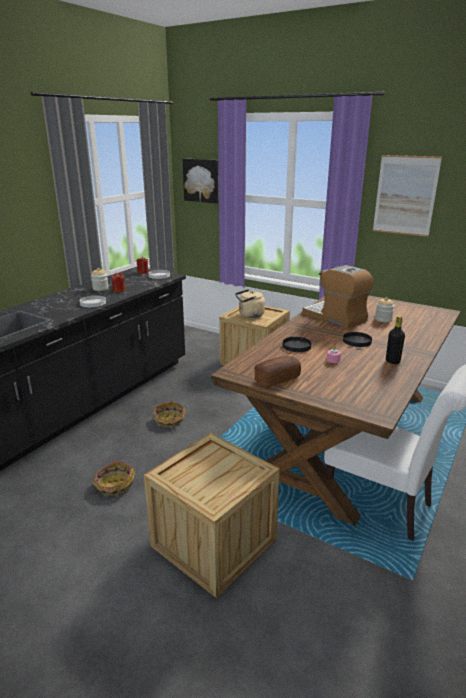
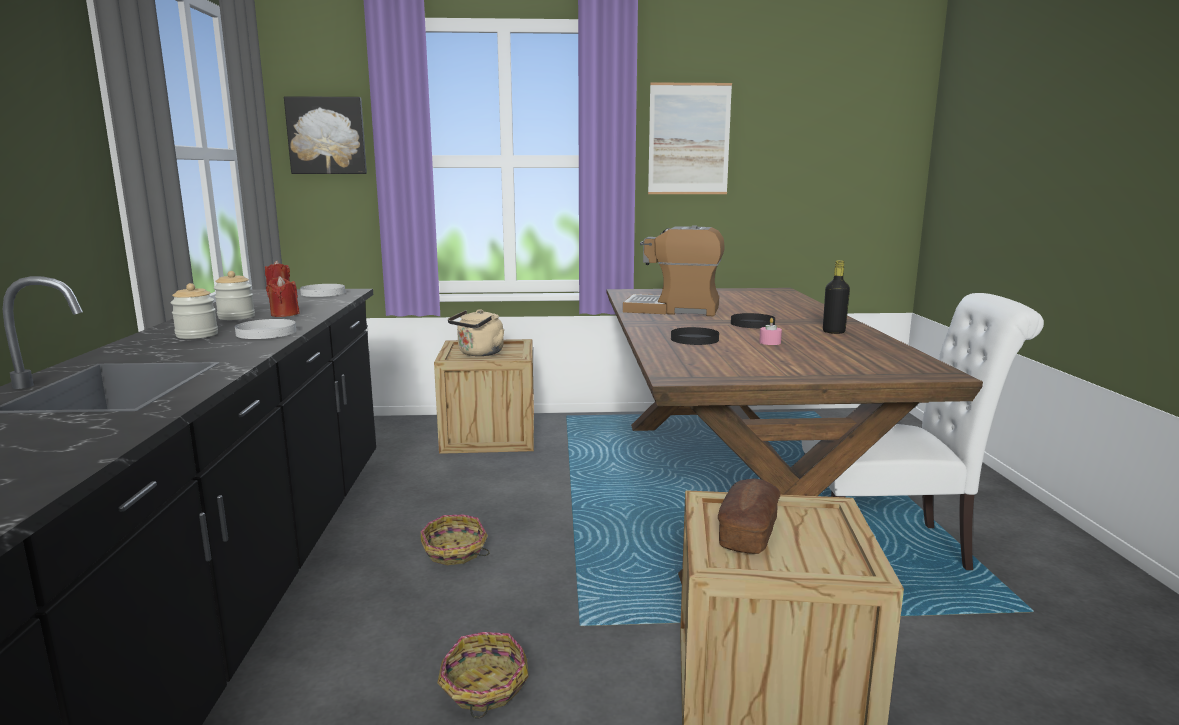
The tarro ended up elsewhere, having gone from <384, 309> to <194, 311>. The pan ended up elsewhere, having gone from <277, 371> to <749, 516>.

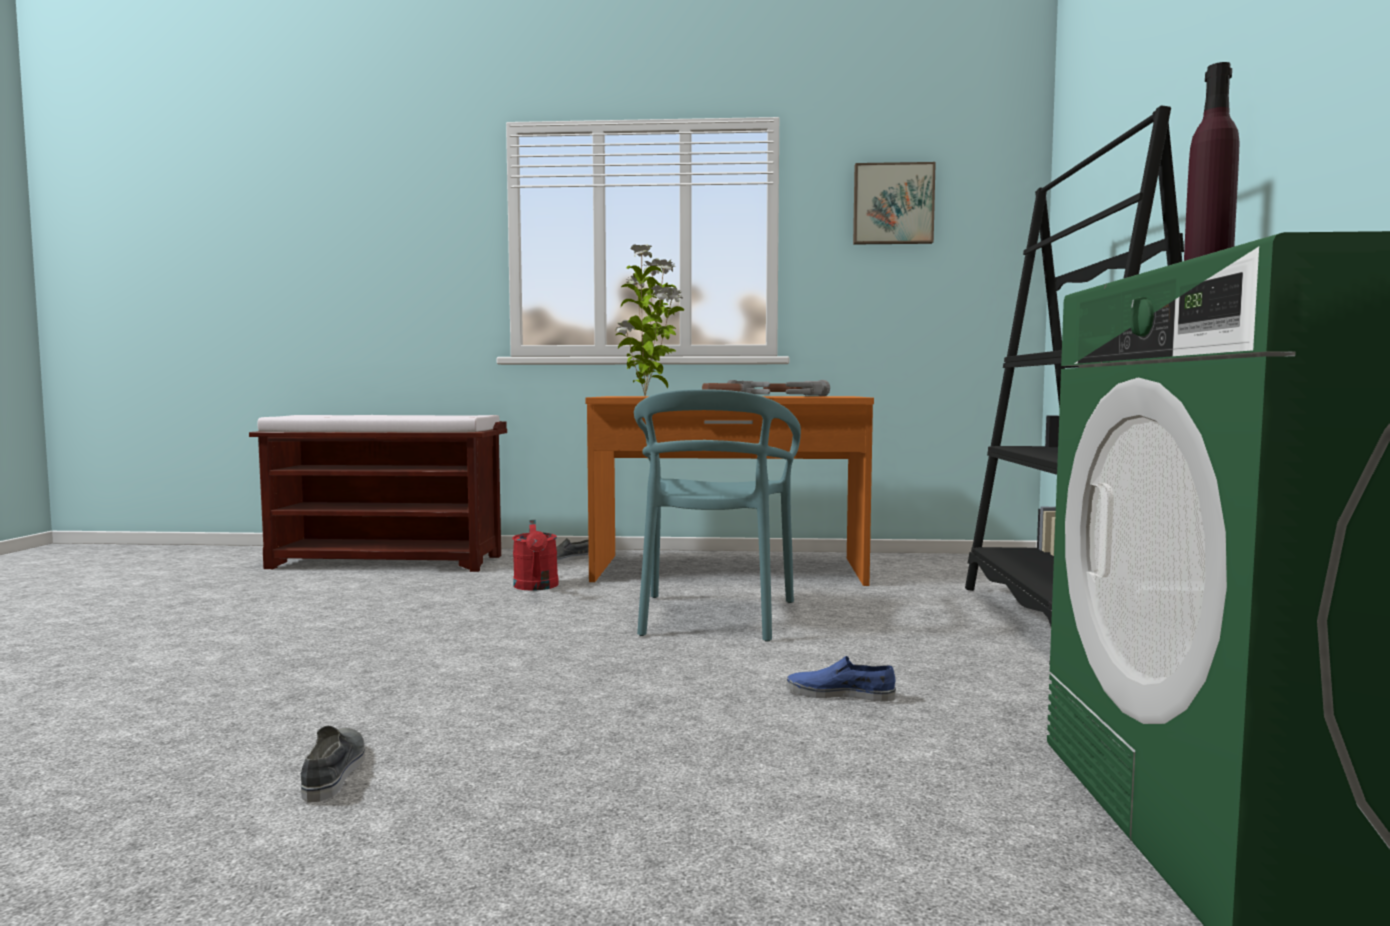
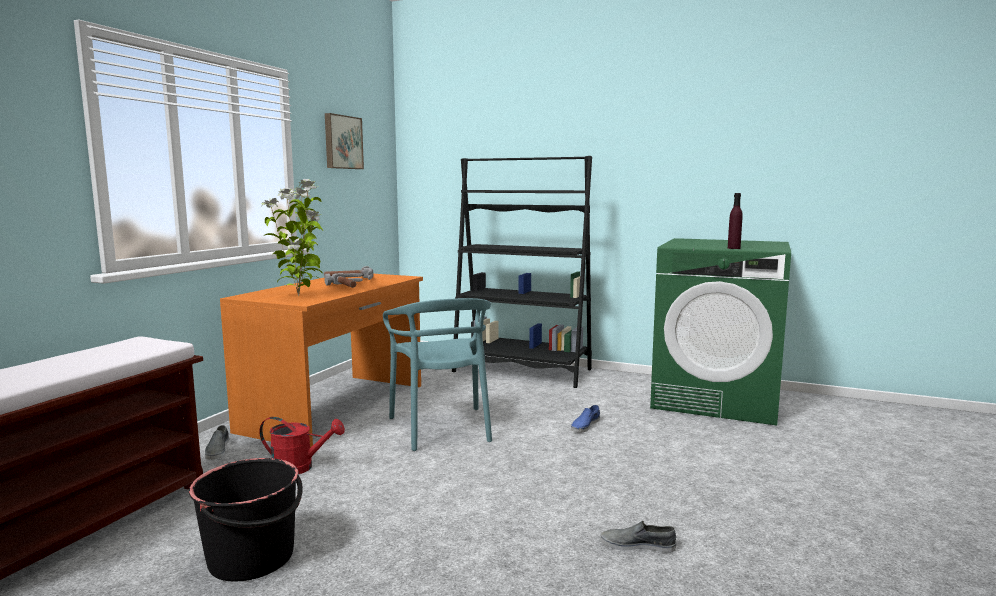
The second view gained the cubo [negro] at <246, 519>. The silla [turquesa] at <717, 515> ended up facing another way, 45 degrees clockwise from before.

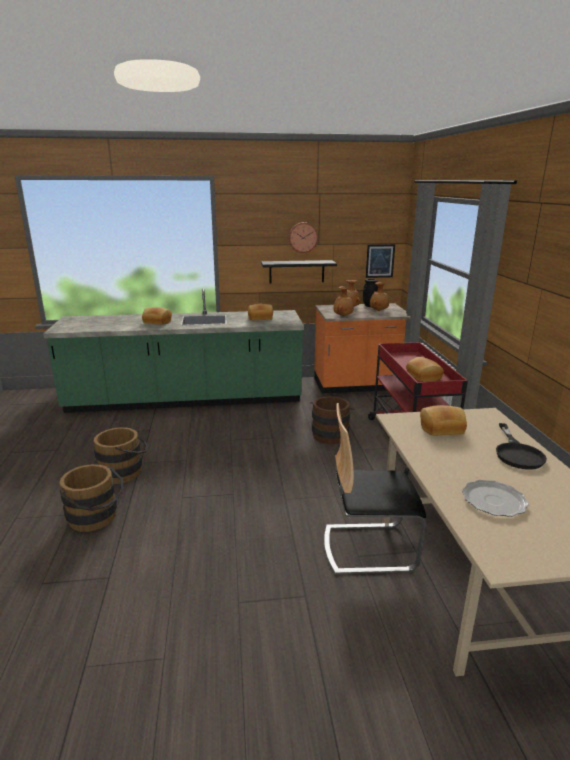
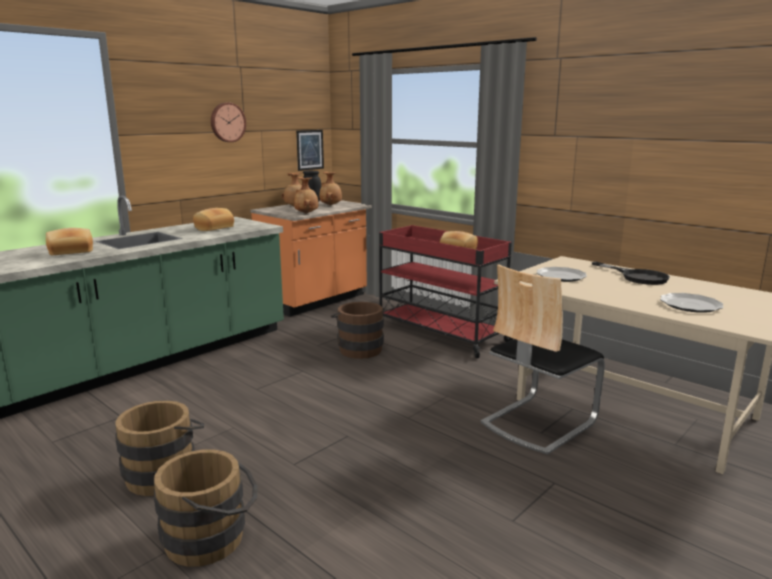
Where the pan stood at <443, 420>, the plato came to stand at <562, 274>. The second view lost the estante [negro] at <299, 271>.

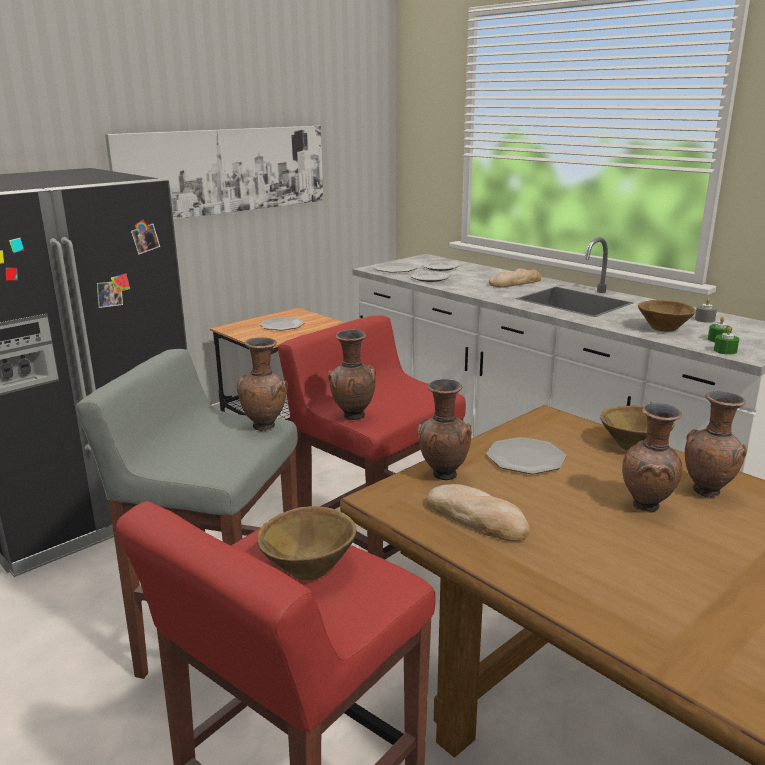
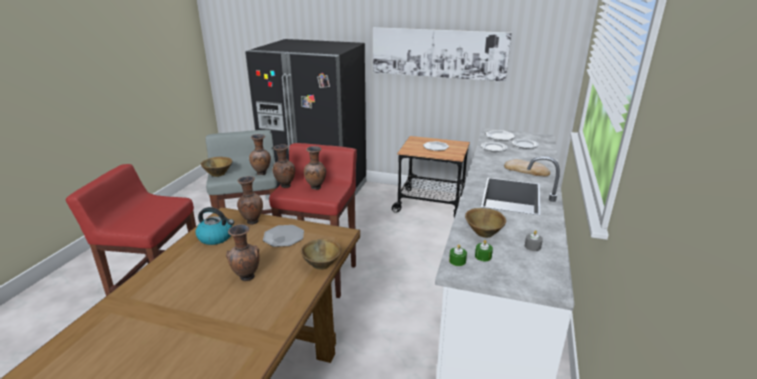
Where the pan stood at <478, 513>, the hervidor came to stand at <215, 226>. The cuenco [marrón] ended up elsewhere, having gone from <307, 543> to <216, 167>. The florero [marrón] ended up elsewhere, having gone from <716, 444> to <315, 168>.

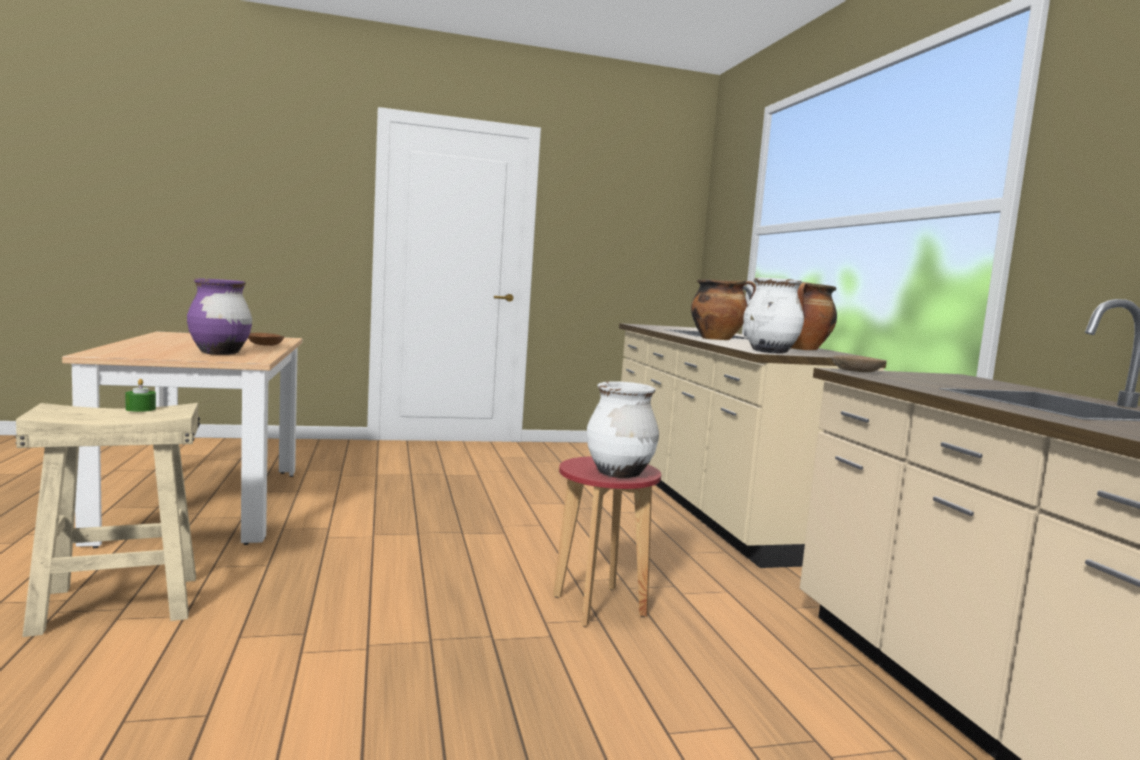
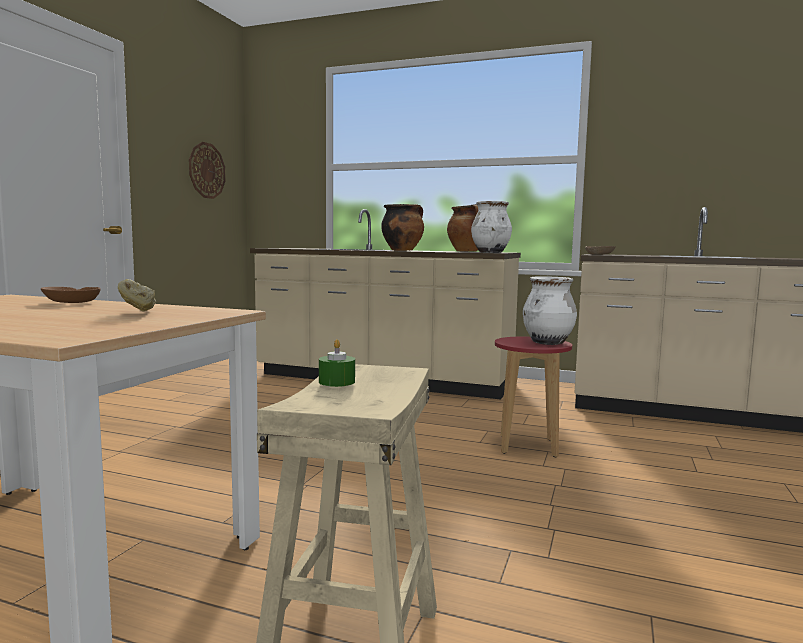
Where the florero [morado] stood at <219, 316>, the pan came to stand at <137, 295>. The second view gained the reloj de pared at <207, 170>.

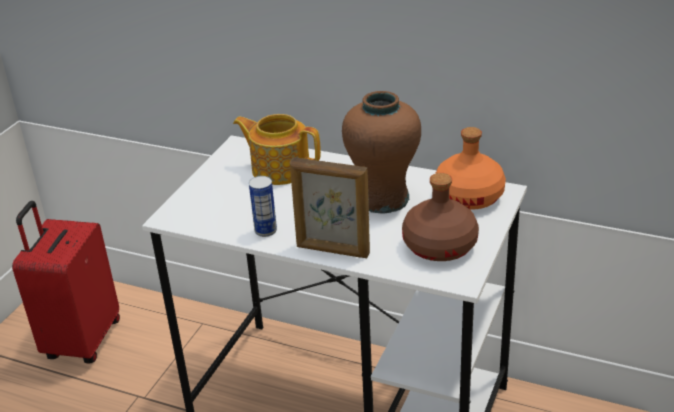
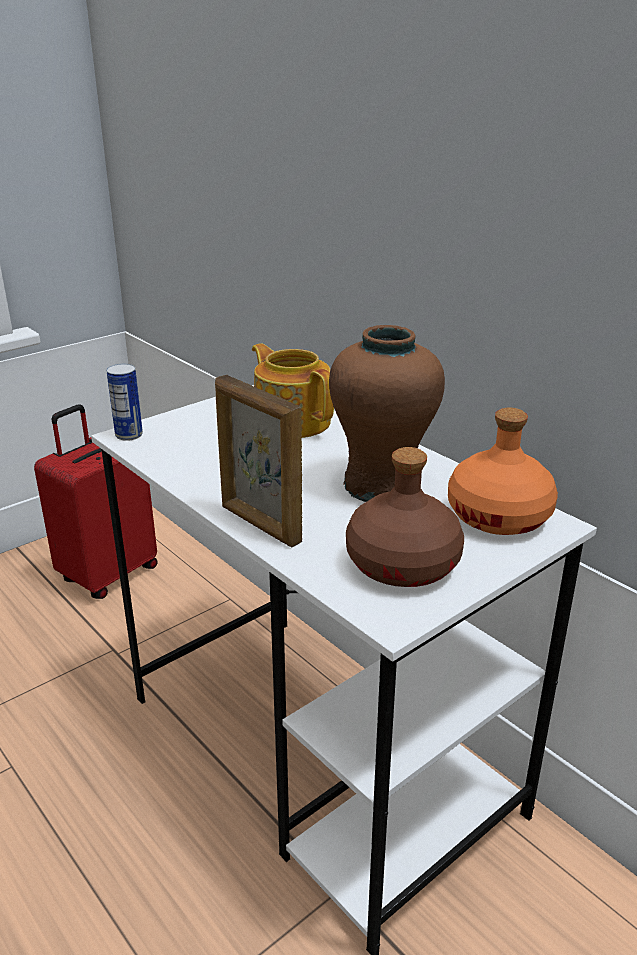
The lata ended up elsewhere, having gone from <263, 206> to <124, 402>.

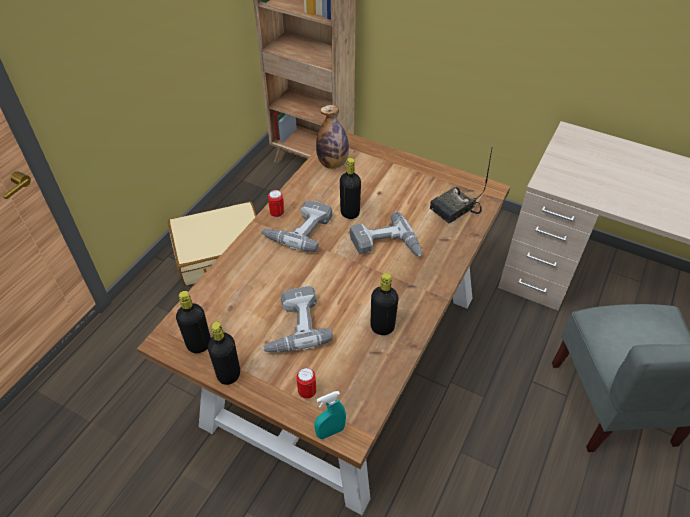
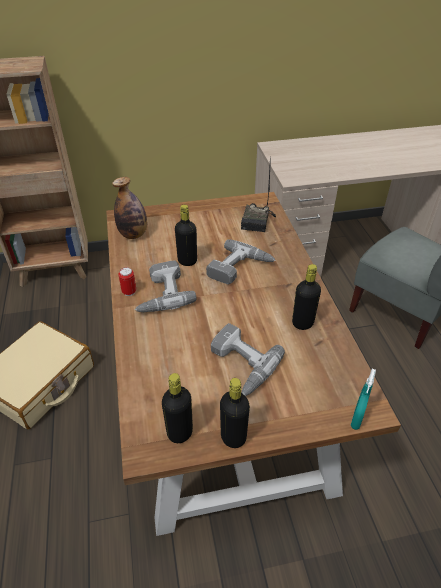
The second view lost the lata at <306, 383>.

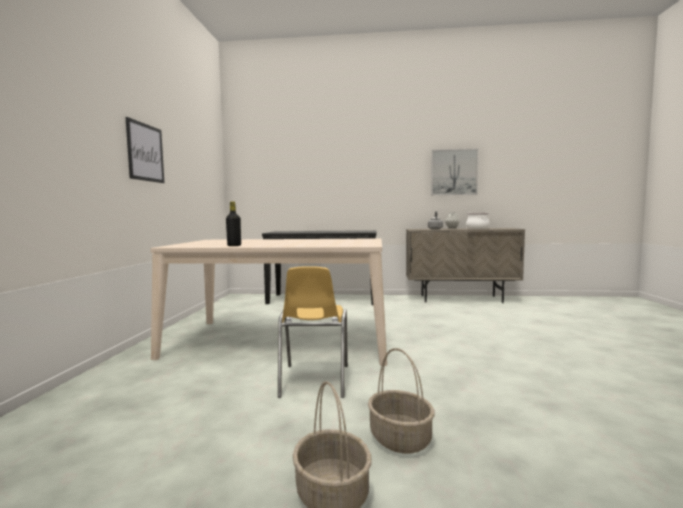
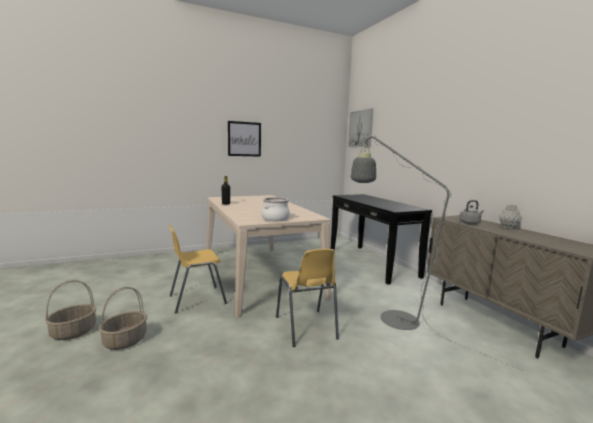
The olla ended up elsewhere, having gone from <478, 221> to <276, 209>. The second view gained the silla [amarillo] at <307, 298>. The cuadro ended up elsewhere, having gone from <454, 172> to <360, 128>. The second view gained the lámpara de pie [gris] at <437, 252>.

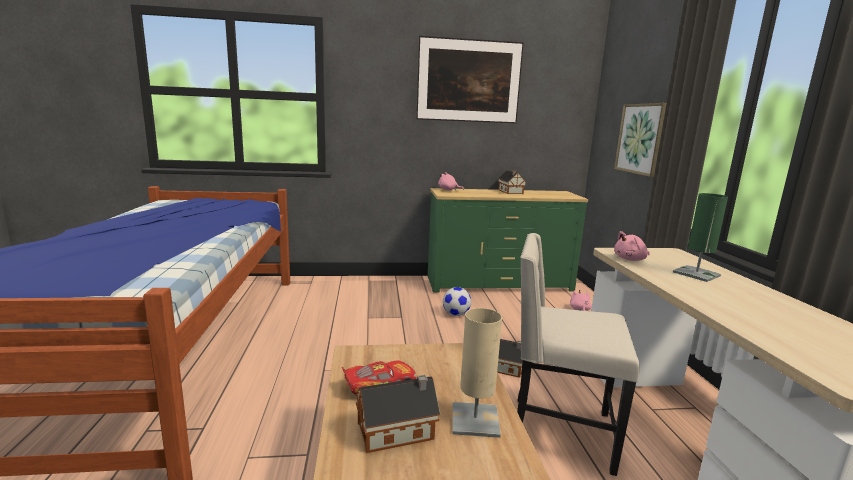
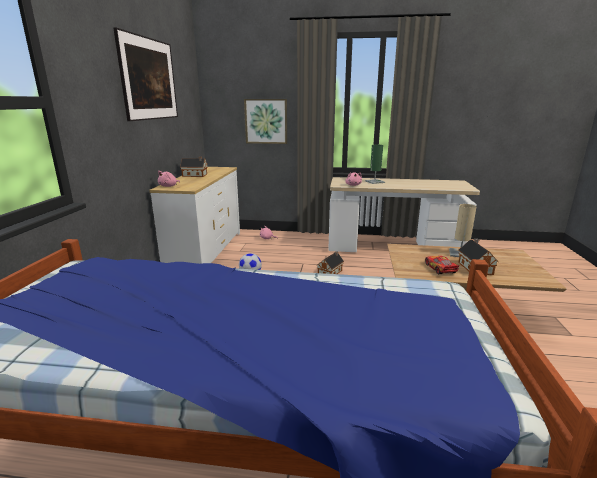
What was the cómoda [verde] at <508, 240> turned into the cómoda [blanco] at <194, 215>. The second view lost the silla [beis] at <578, 354>.

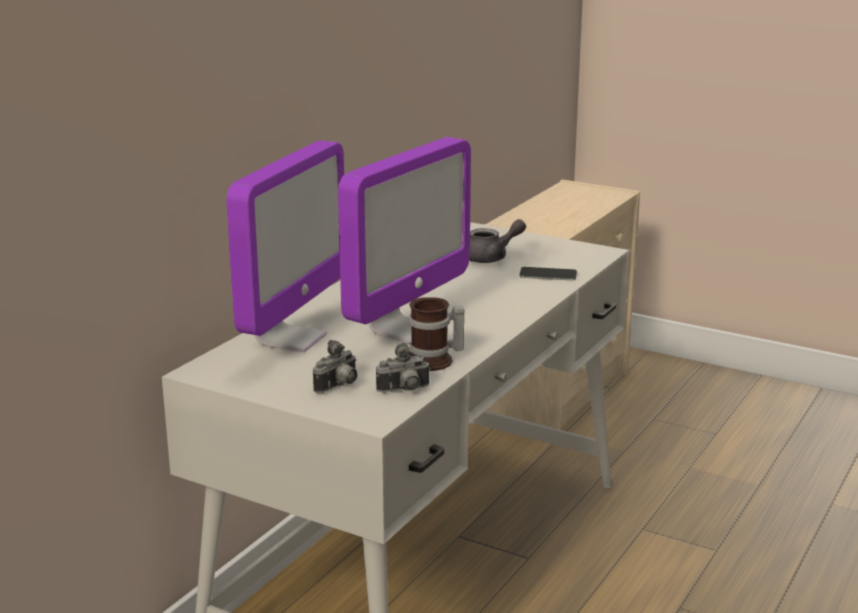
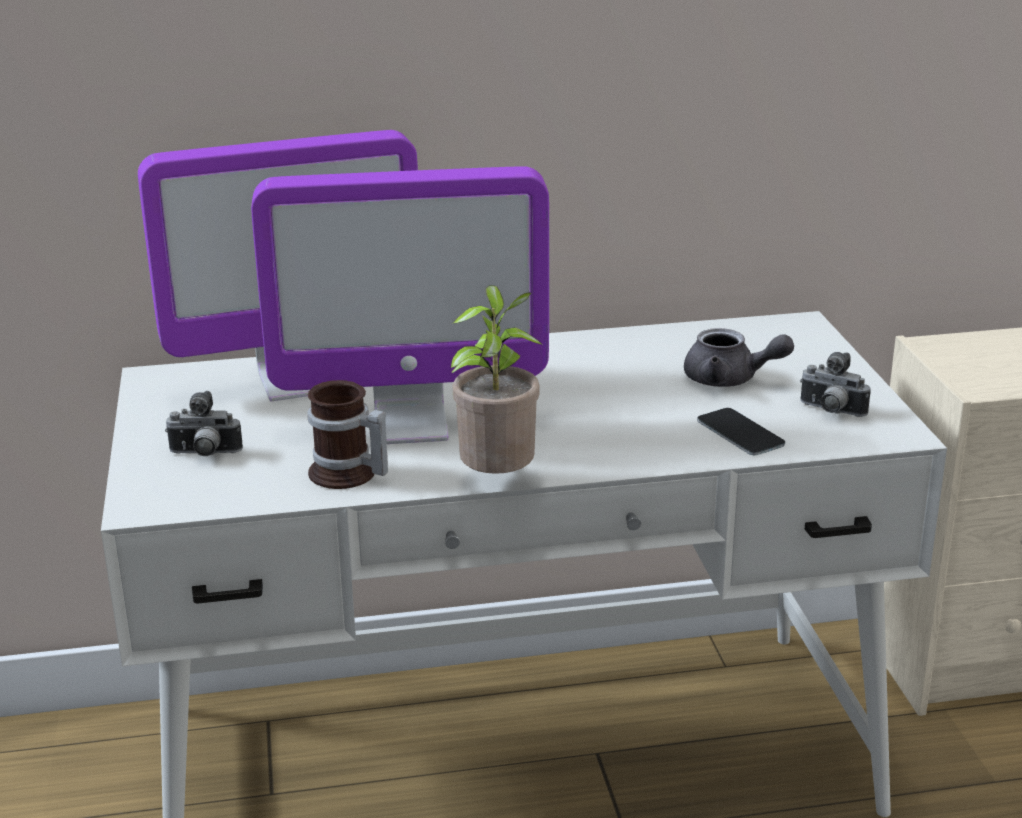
The second view gained the planta en maceta at <496, 379>. The cámara ended up elsewhere, having gone from <403, 368> to <835, 384>.

